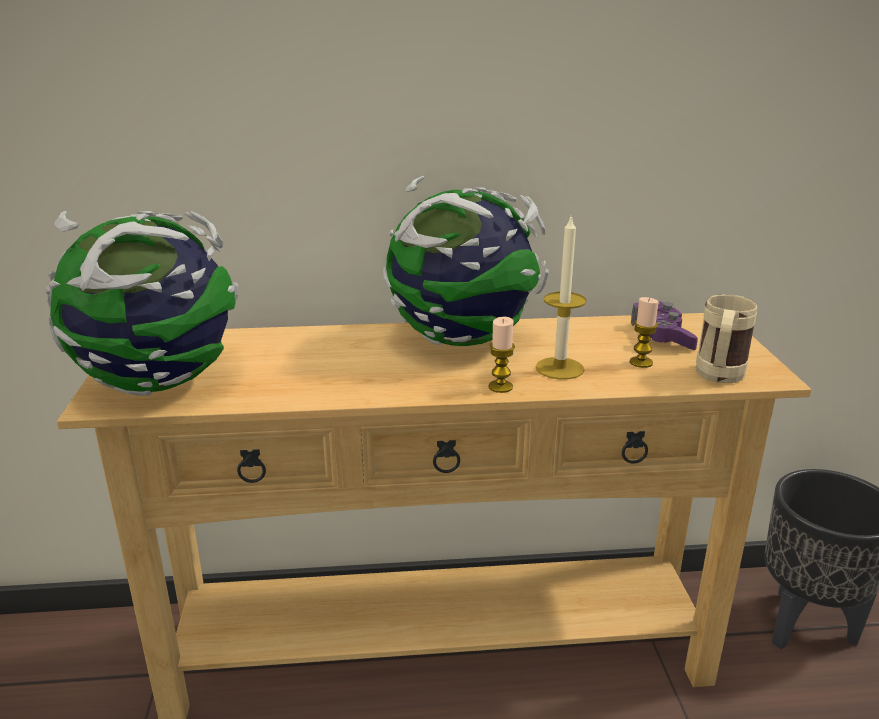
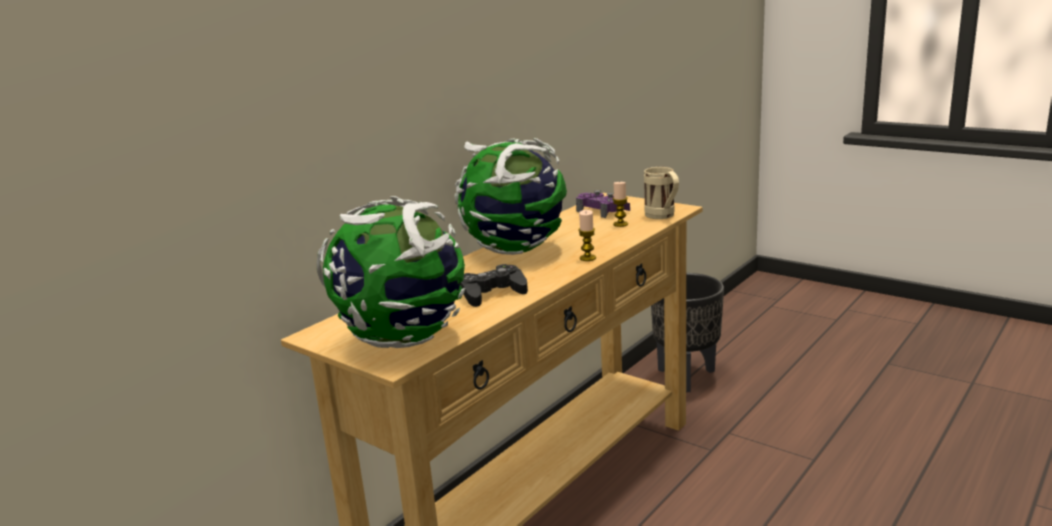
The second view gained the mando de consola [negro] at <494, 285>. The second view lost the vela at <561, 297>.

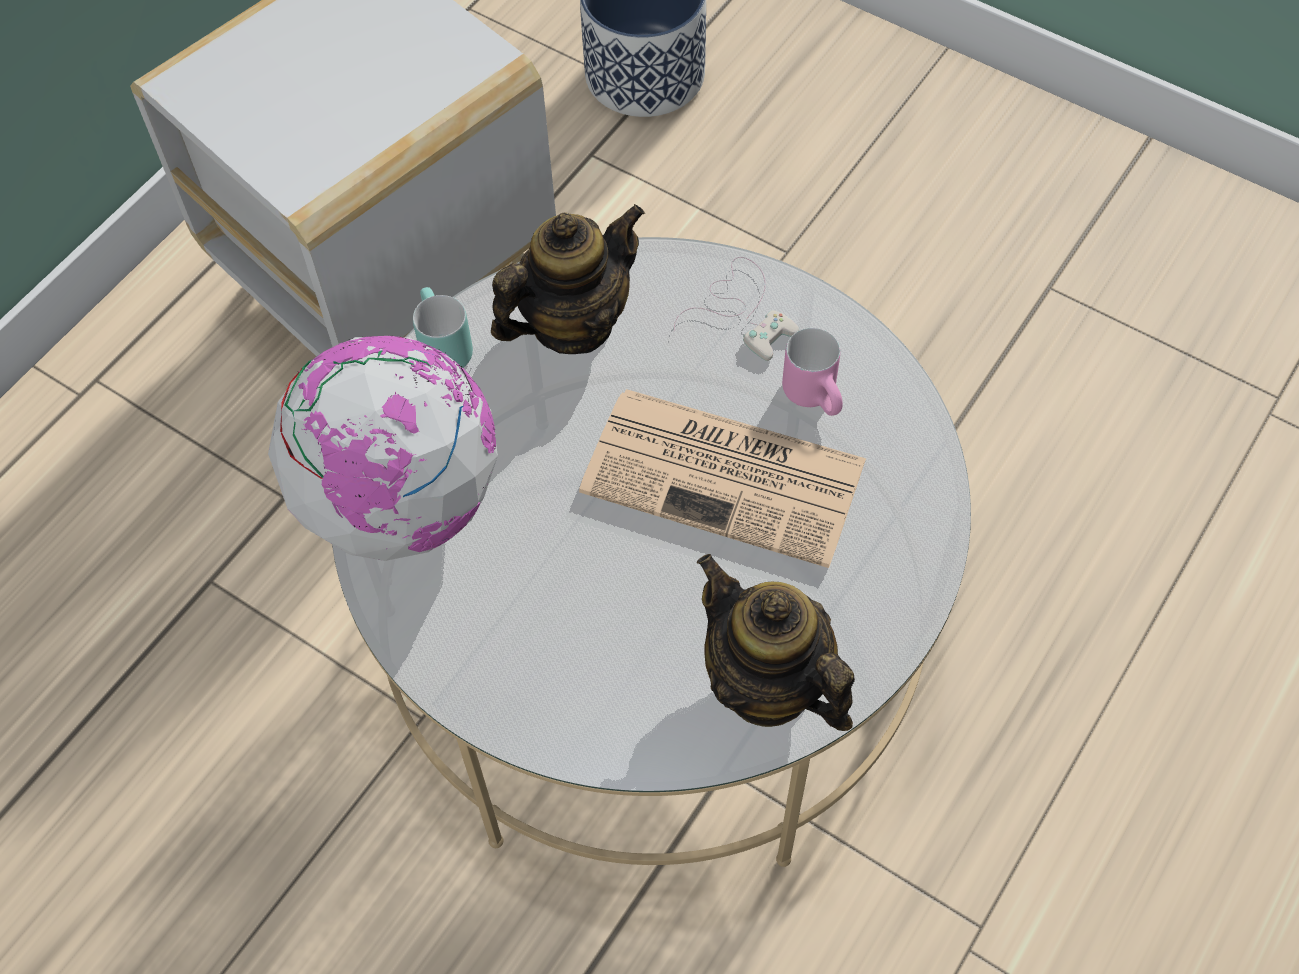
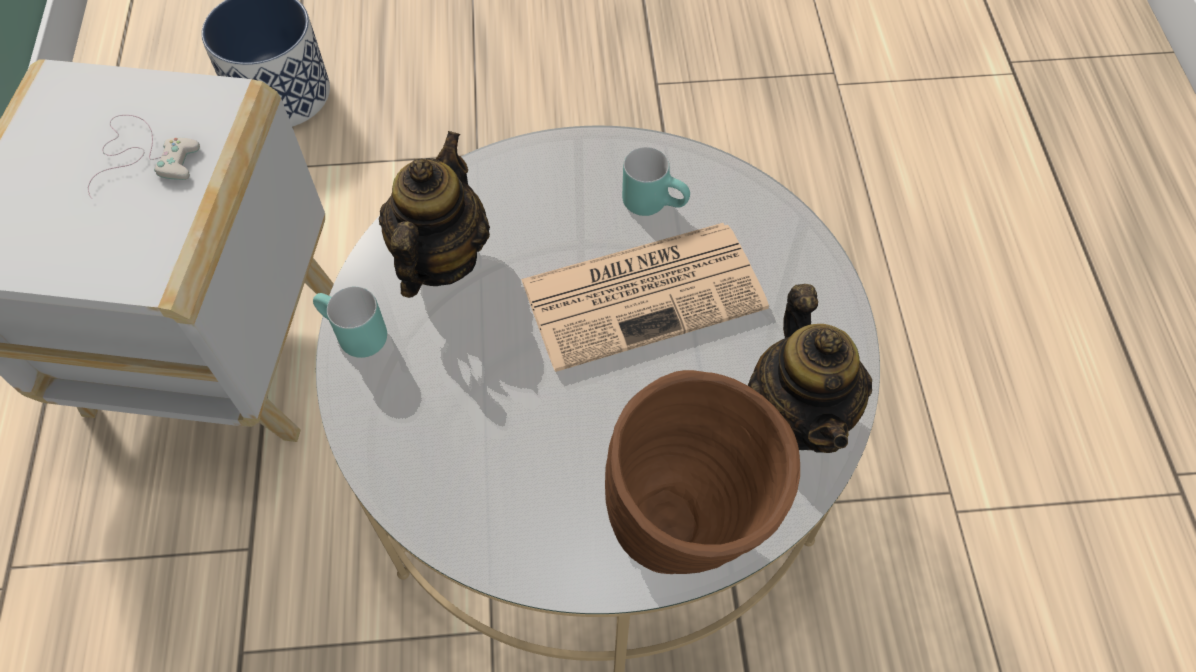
The mando de consola [blanco] ended up elsewhere, having gone from <736, 309> to <144, 157>. The second view gained the florero [marrón] at <702, 472>. What was the taza grande [rosa] at <812, 372> turned into the taza grande [turquesa] at <656, 181>. The tetera at <776, 642> ended up facing another way, 105 degrees counterclockwise from before. The second view lost the globo terráqueo at <383, 448>.

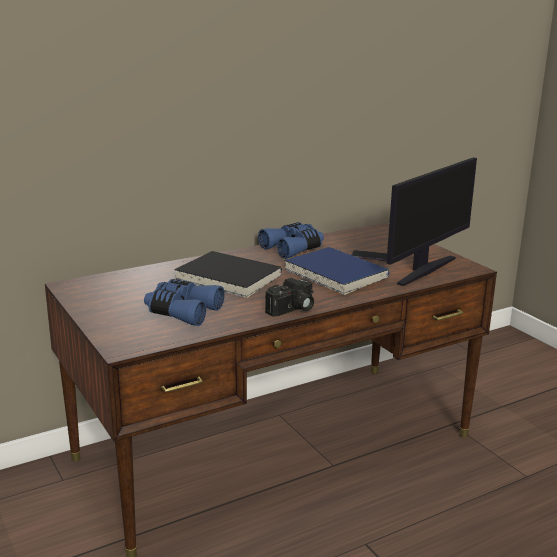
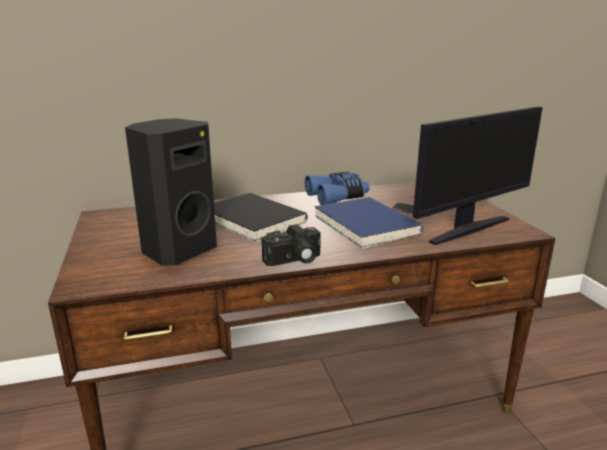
Where the prismáticos [azul] stood at <184, 302>, the altavoz [negro] came to stand at <171, 192>.

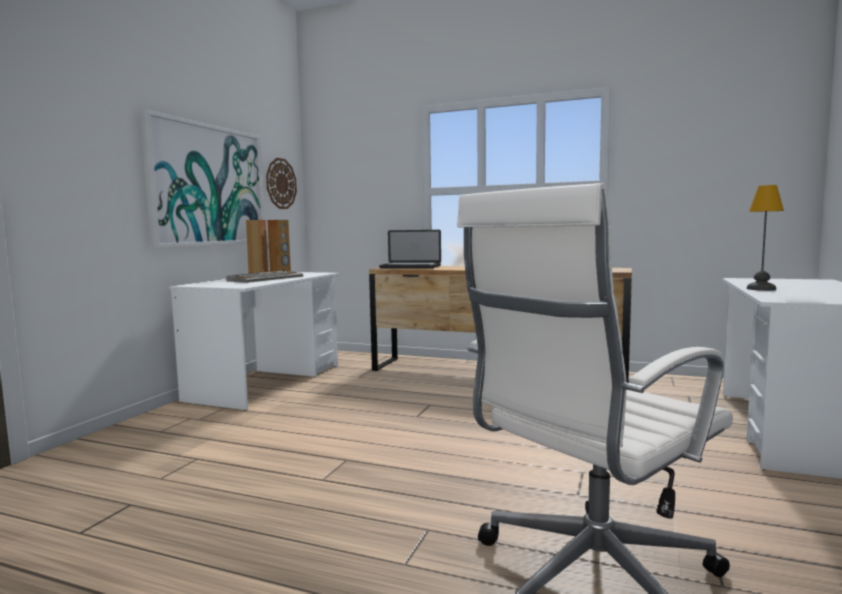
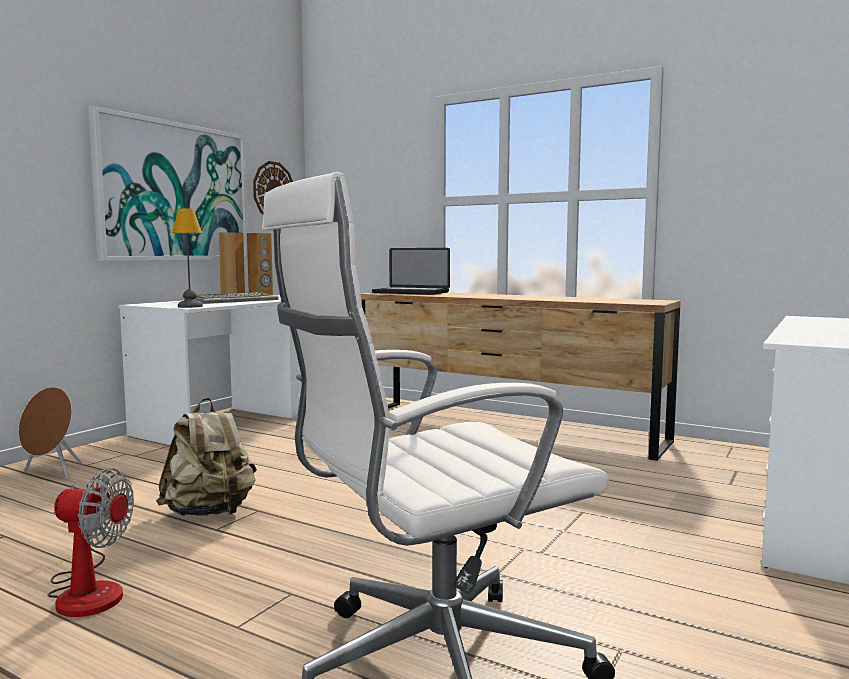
The second view gained the altavoz [marrón] at <50, 433>. The second view gained the ventilador at <90, 542>. The second view gained the mochila [beis] at <206, 457>. The lámpara de mesa ended up elsewhere, having gone from <765, 238> to <187, 258>.

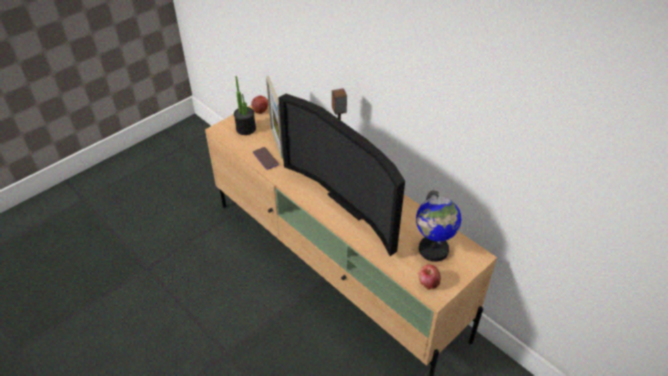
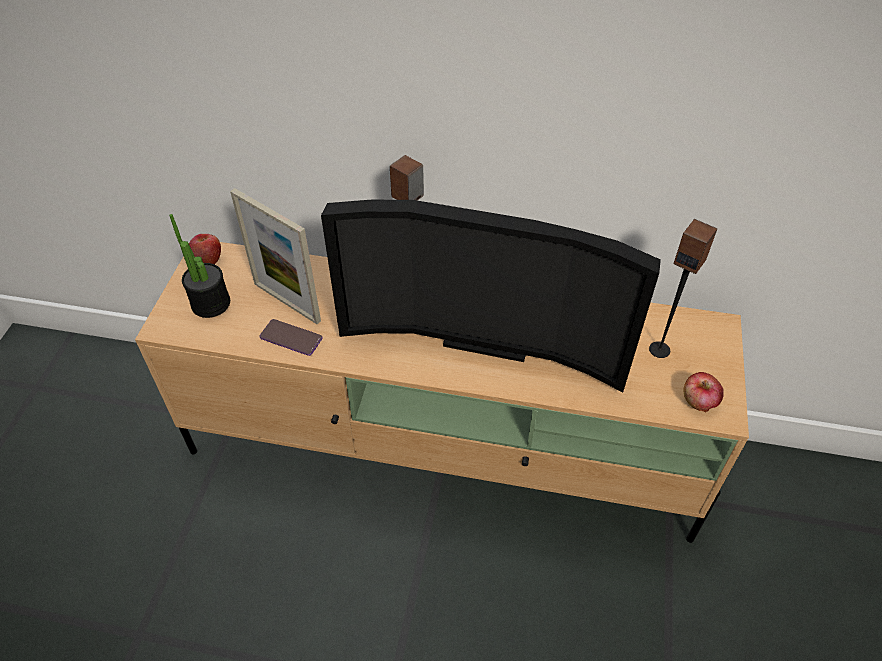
Where the globo terráqueo stood at <438, 226>, the altavoz came to stand at <683, 288>.

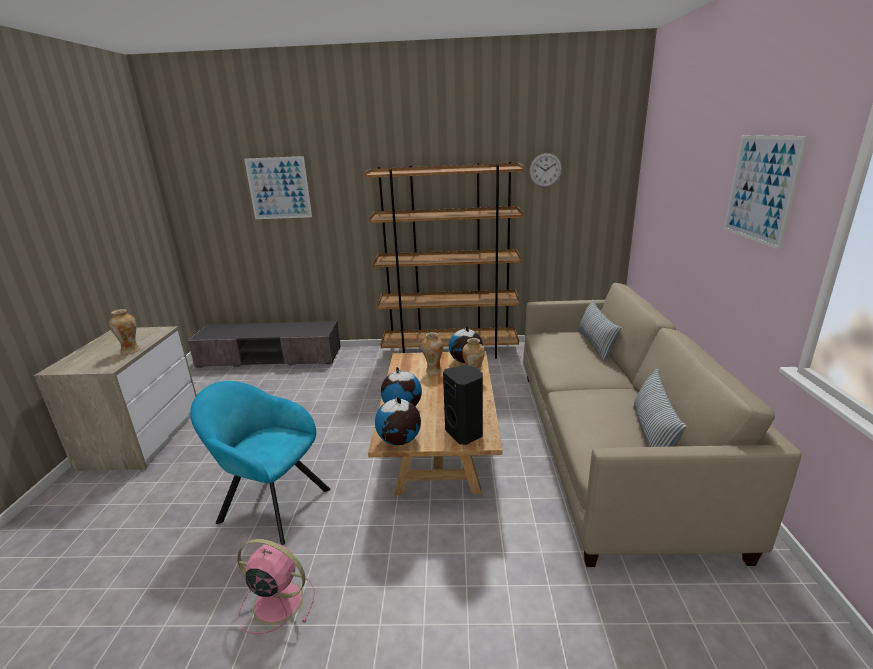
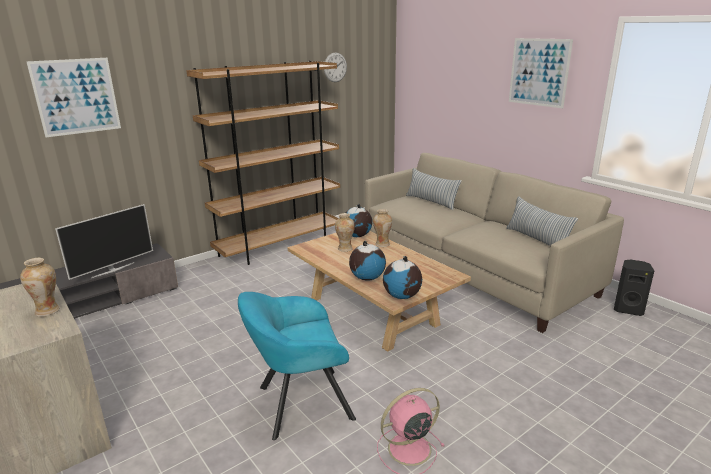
The second view gained the televisor at <104, 242>. The altavoz [negro] ended up elsewhere, having gone from <463, 405> to <634, 288>.

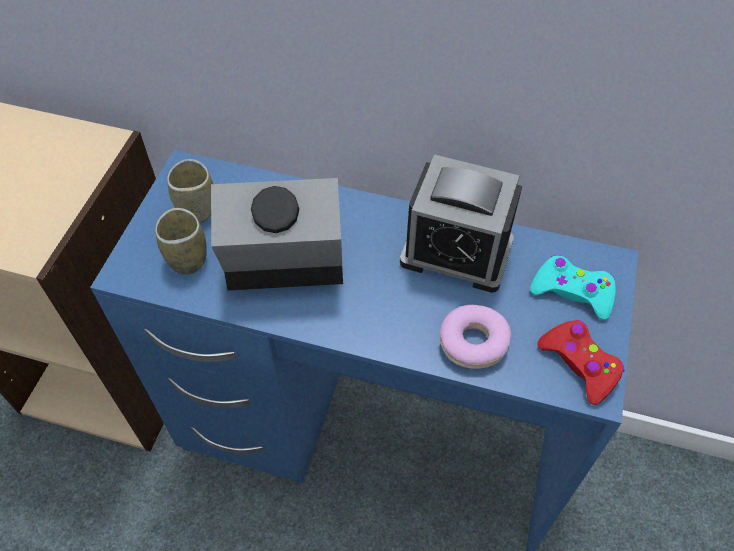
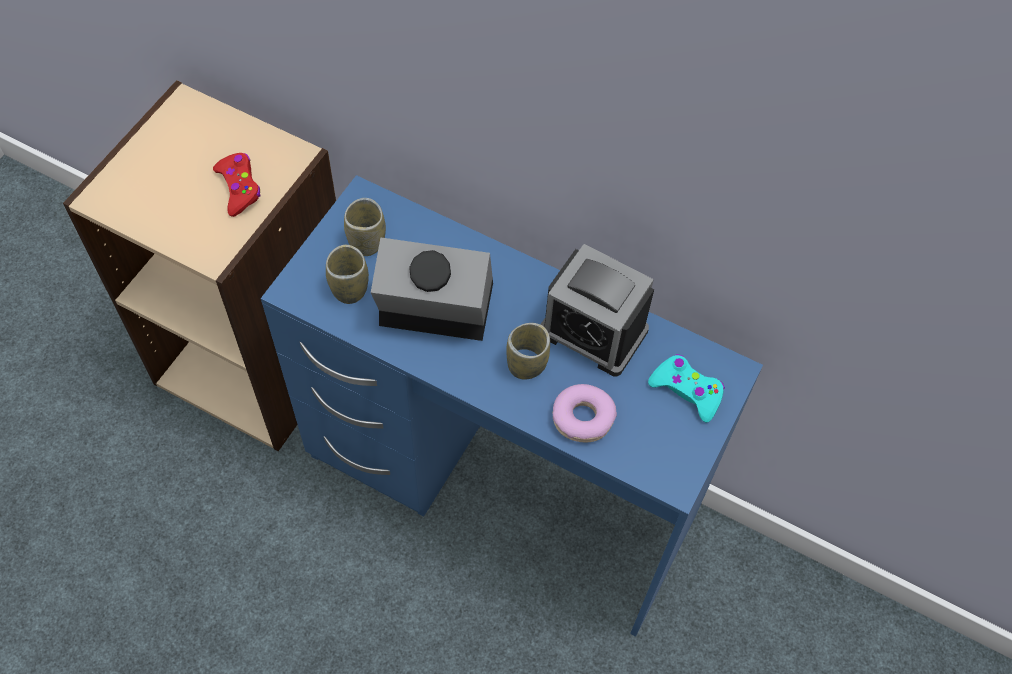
The mando de consola [rojo] ended up elsewhere, having gone from <580, 362> to <237, 185>. The second view gained the taza at <528, 351>.

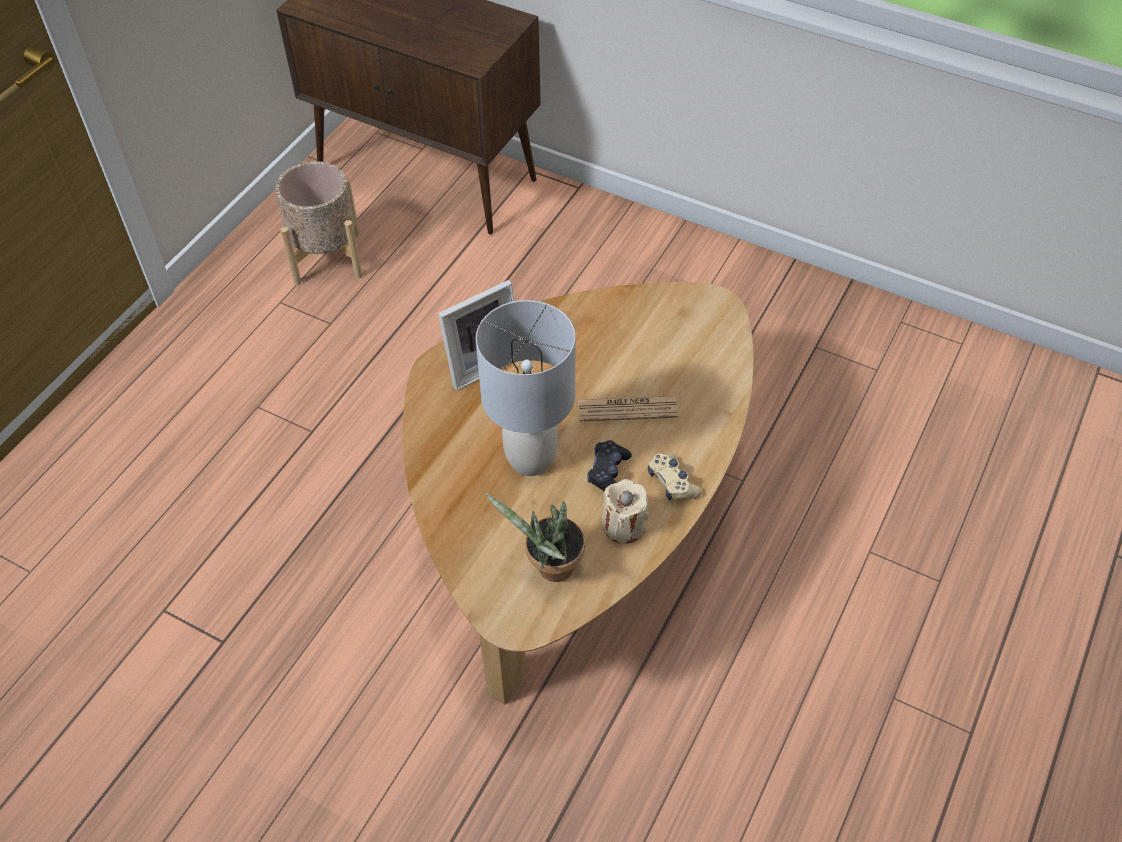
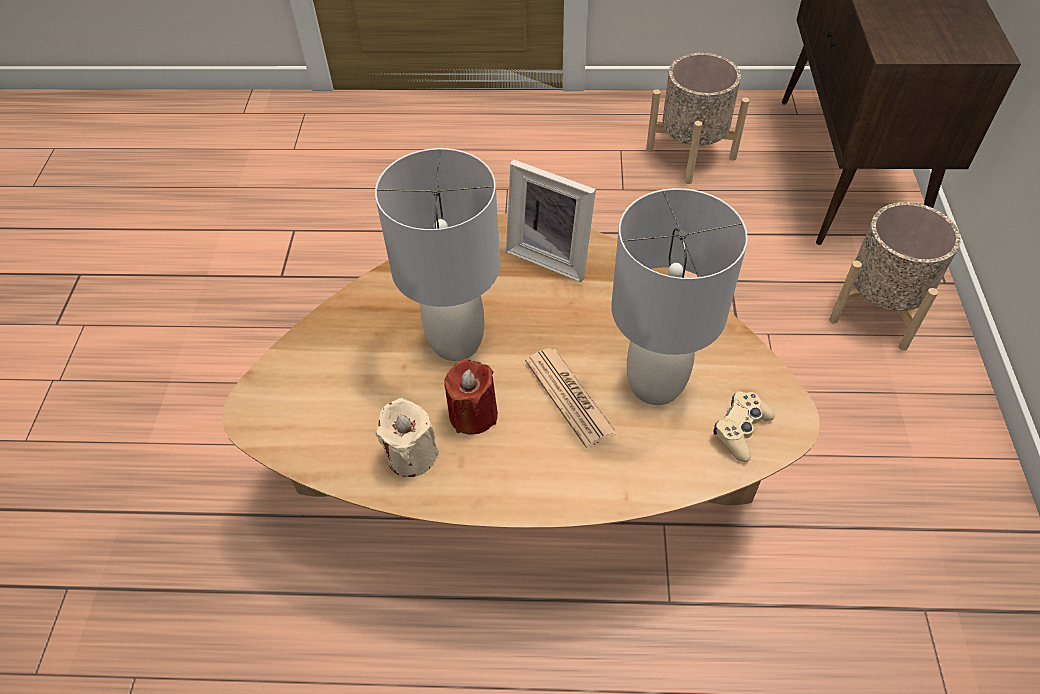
Where the mando de consola [negro] stood at <609, 466>, the vela [rojo] came to stand at <471, 397>. The second view gained the lámpara de mesa [gris] at <680, 296>. The mando de consola [beis] ended up elsewhere, having gone from <675, 476> to <744, 426>. The second view gained the maceta [beis] at <895, 276>. The second view lost the planta en maceta at <535, 537>.

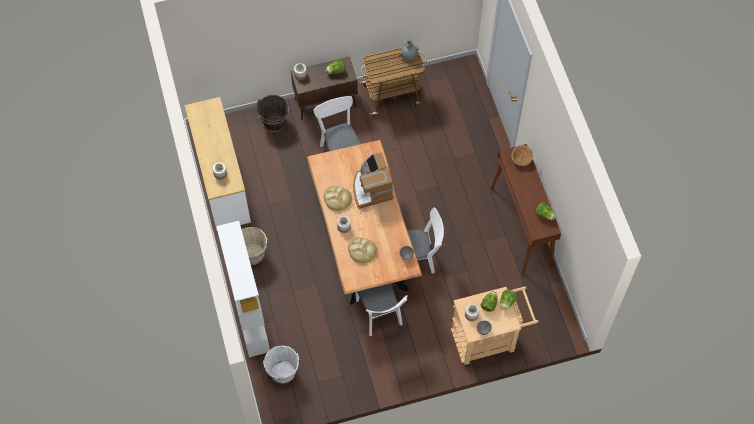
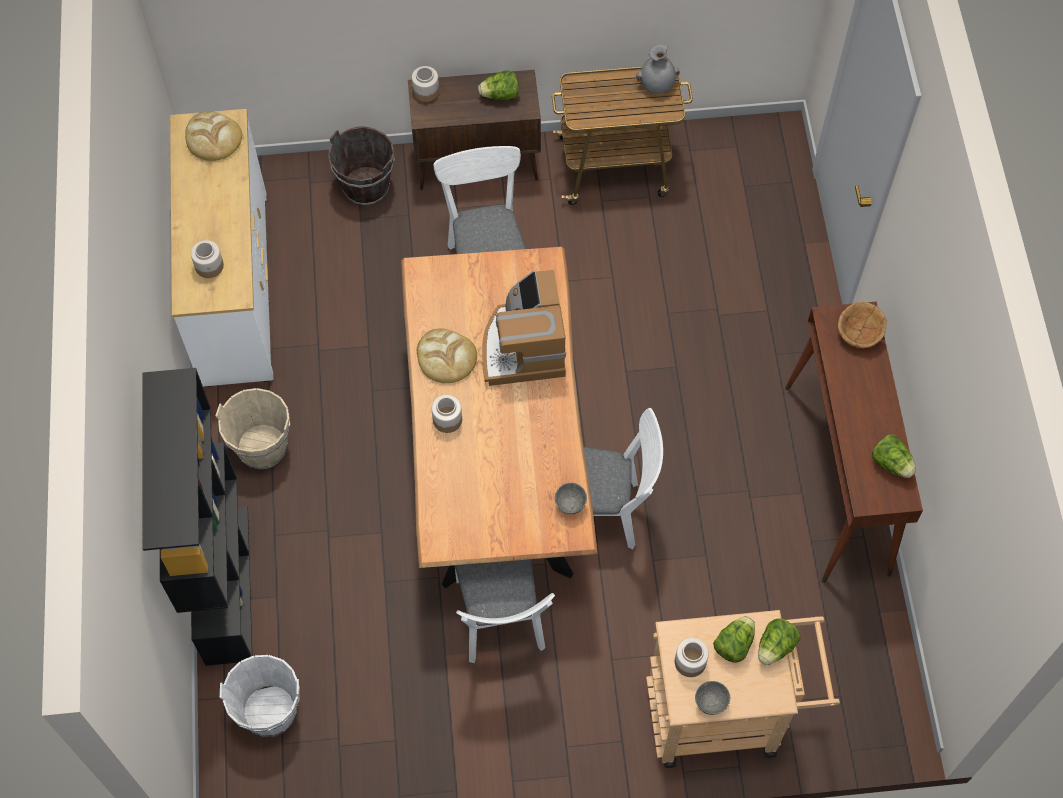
What was the estantería [blanco] at <243, 289> turned into the estantería [negro] at <197, 517>. The pan ended up elsewhere, having gone from <362, 250> to <213, 136>.

